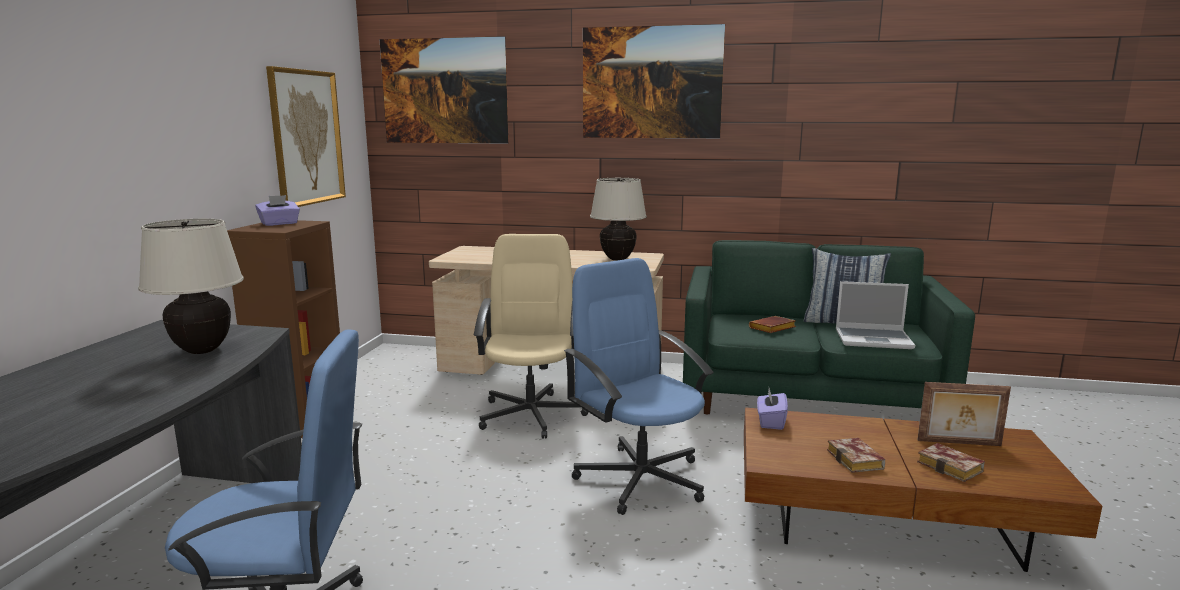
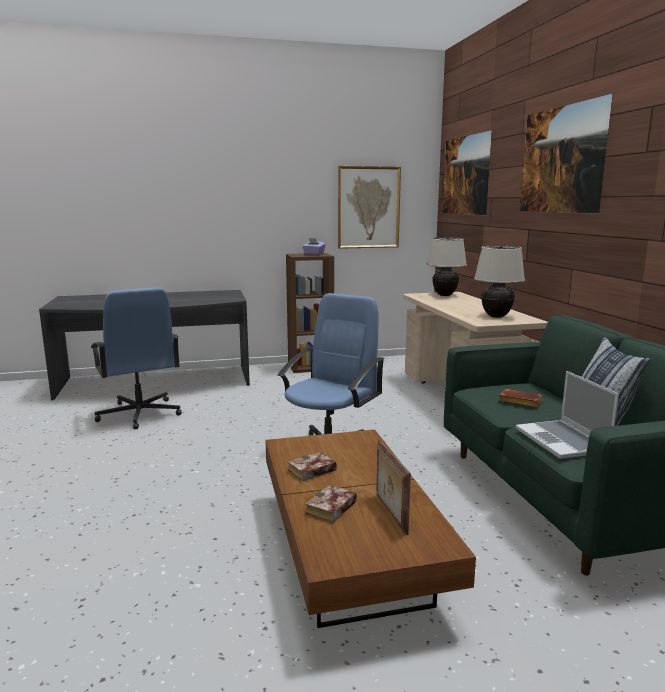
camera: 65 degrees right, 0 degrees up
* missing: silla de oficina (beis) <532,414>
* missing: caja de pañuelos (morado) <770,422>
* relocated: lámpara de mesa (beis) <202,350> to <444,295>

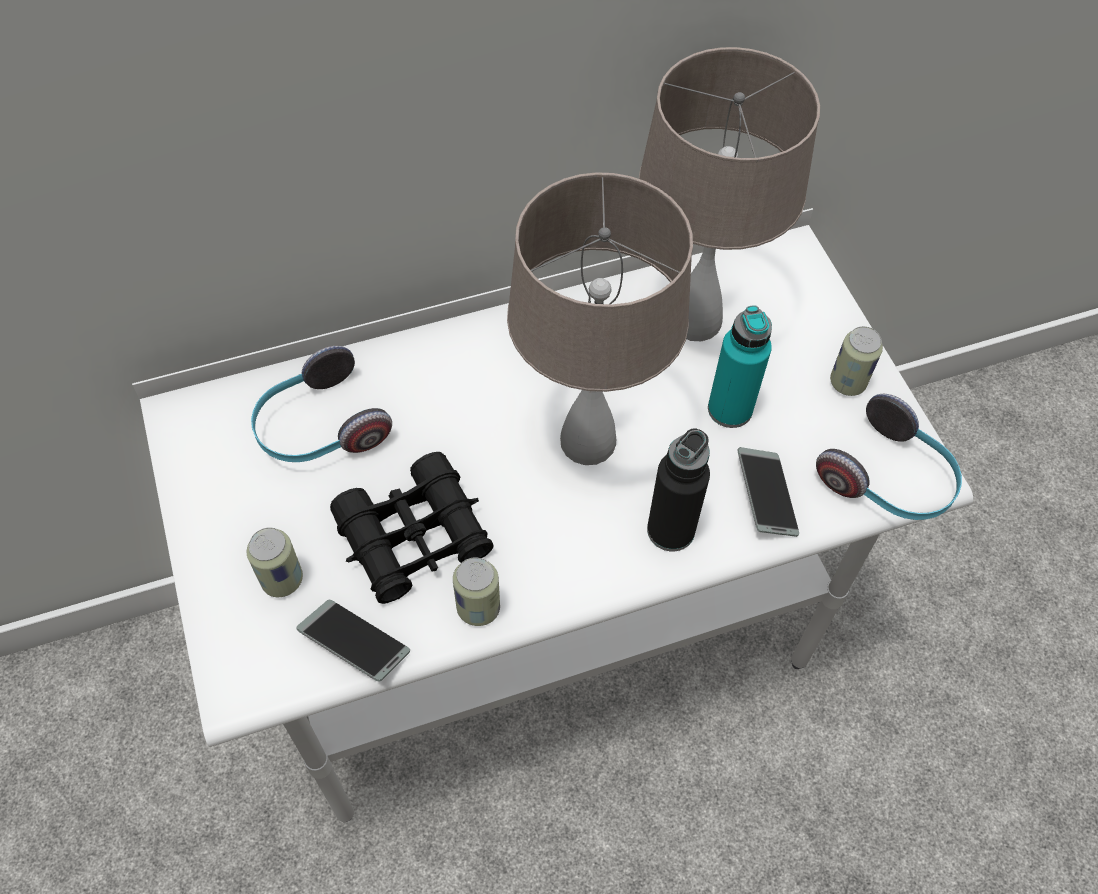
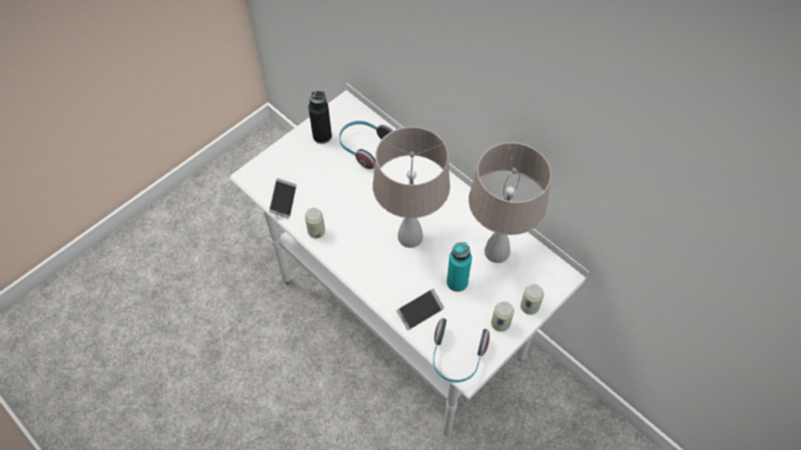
camera: 65 degrees right, 0 degrees up
* missing: prismáticos (negro) <414,537>
* relocated: lata <282,580> to <529,307>
* relocated: botella (negro) <670,530> to <322,136>

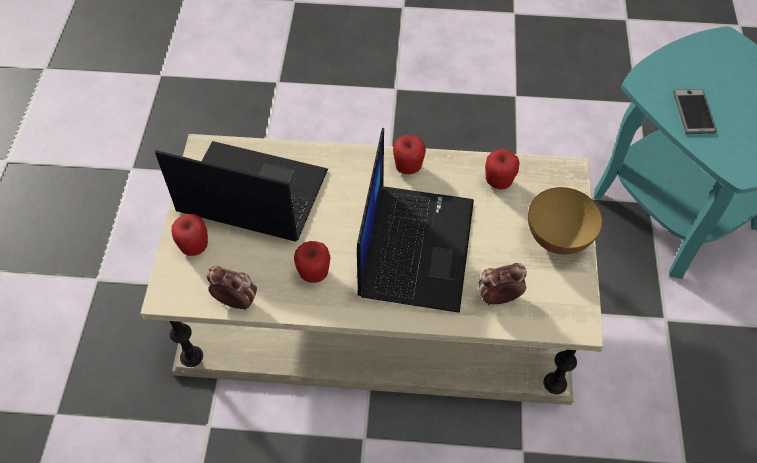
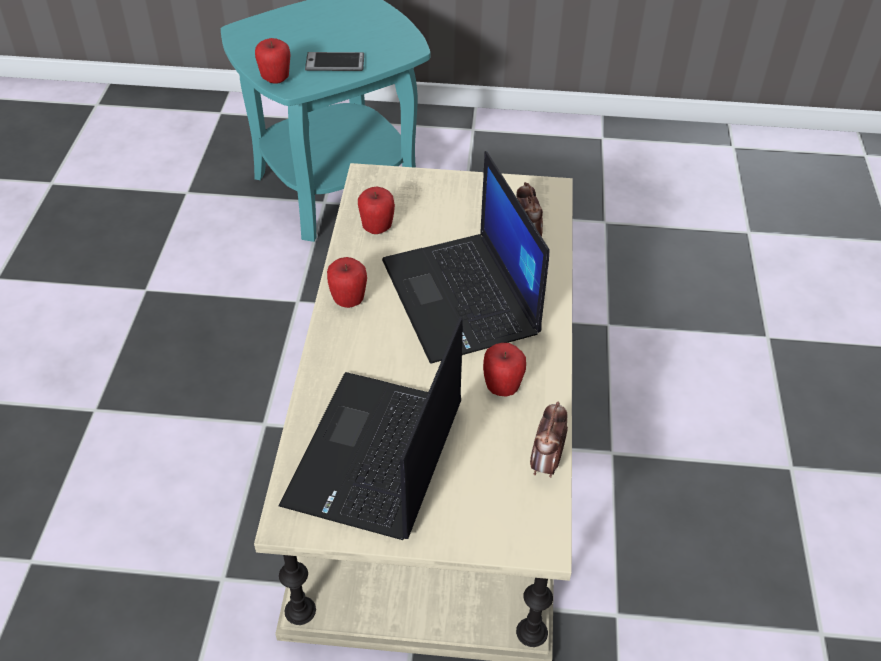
camera: 90 degrees left, 10 degrees down
* missing: cuenco <557,239>
* relocated: manzana <195,247> to <276,79>
* spun: portátil <415,246> = <462,298> 120 degrees counterclockwise

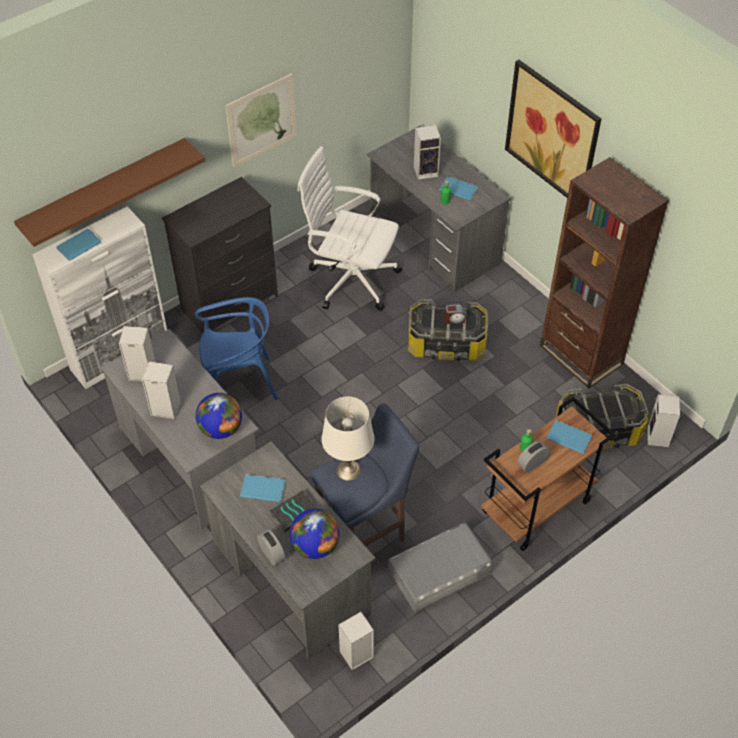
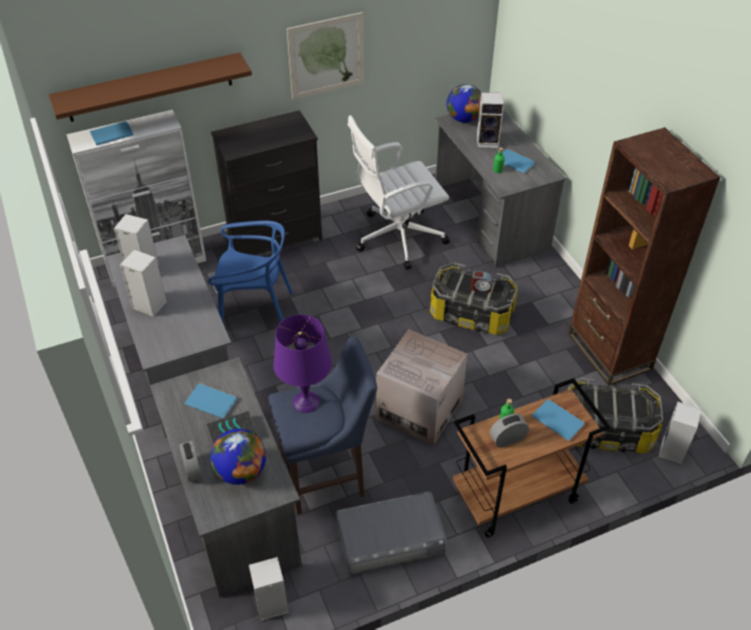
camera: 15 degrees right, 5 degrees down
* missing: cuadro <552,133>
* appeared: caja de cartón <419,409>
* relocated: globo terráqueo <221,429> to <464,119>
* colour: lámpara de mesa (blanco) <348,470> to lámpara de mesa (morado) <306,402>
* spun: silla de oficina (blanco) <351,279> = <397,238> 60 degrees counterclockwise

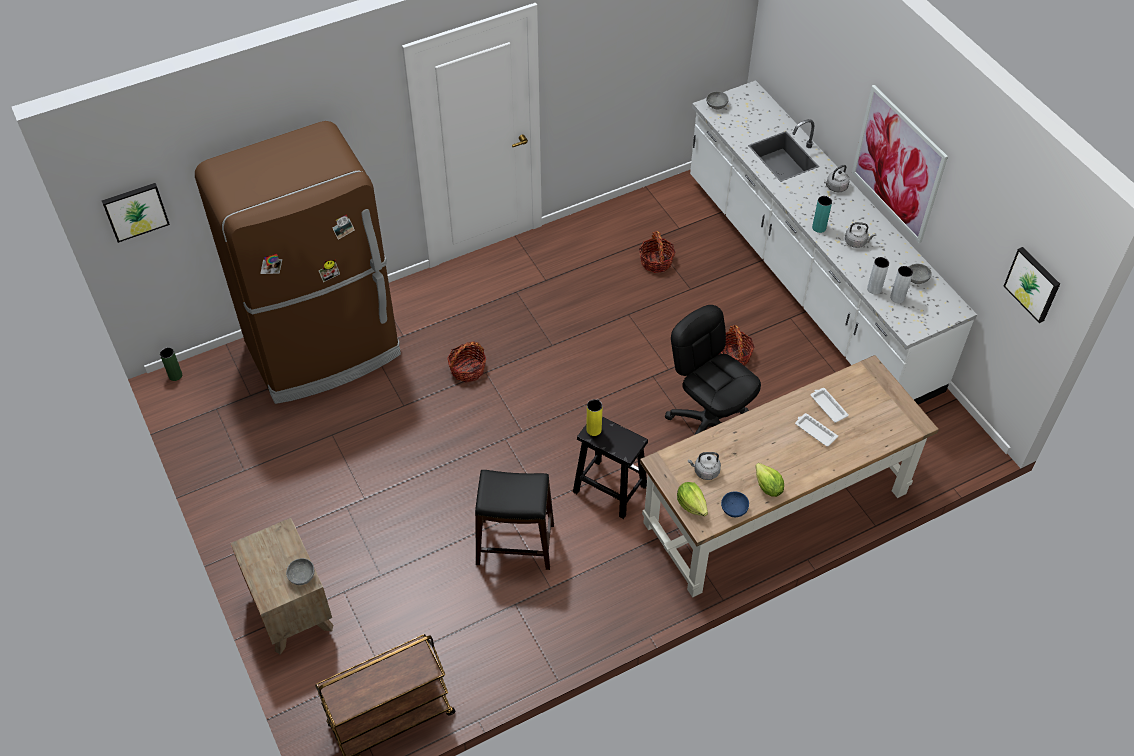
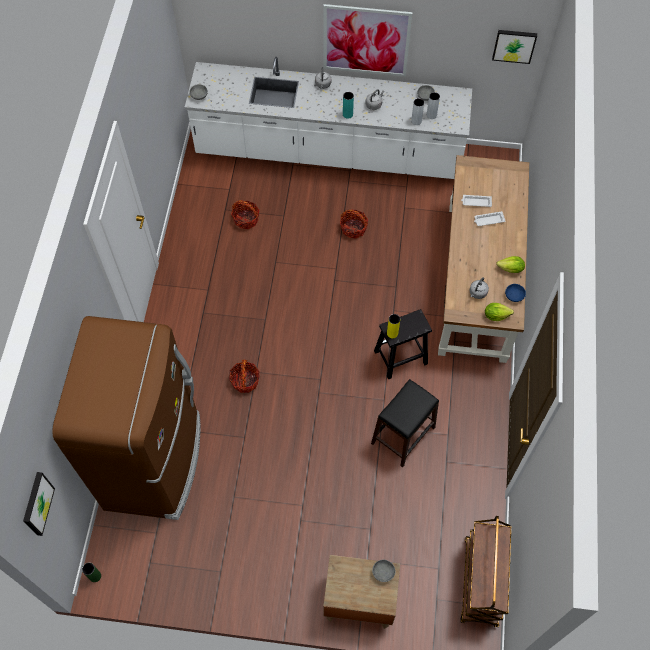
camera: 55 degrees left, 10 degrees up
* missing: silla de oficina (negro) <708,425>

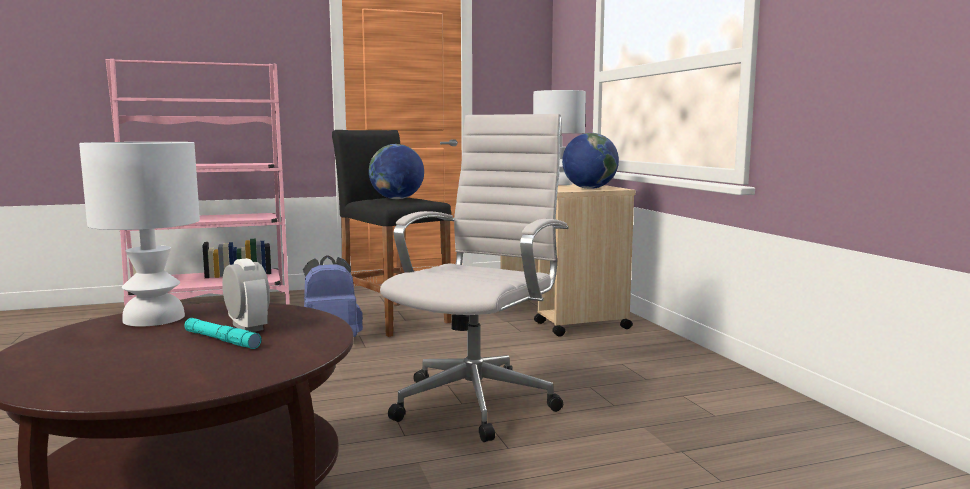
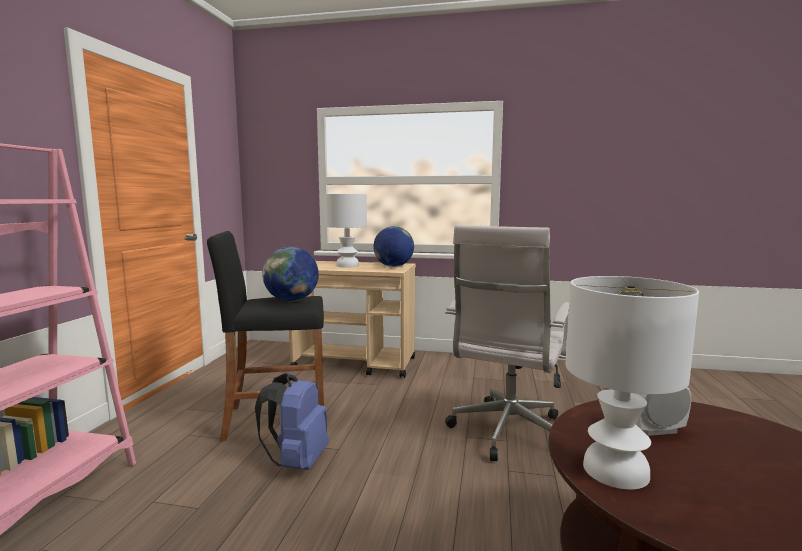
camera: 60 degrees left, 0 degrees up
* missing: linterna (turquesa) <221,340>
* spun: silla de oficina (blanco) <478,401> = <507,434> 120 degrees counterclockwise

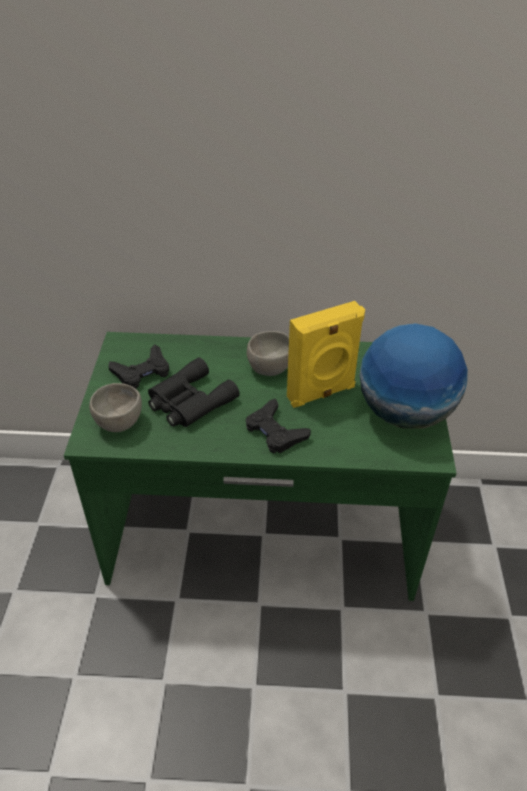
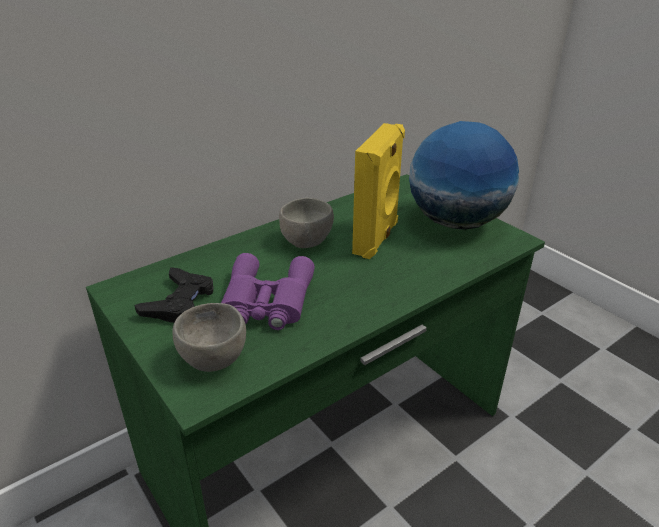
camera: 40 degrees left, 10 degrees down
* missing: mando de consola (negro) <275,431>
* colour: prismáticos (negro) <189,401> to prismáticos (morado) <266,301>

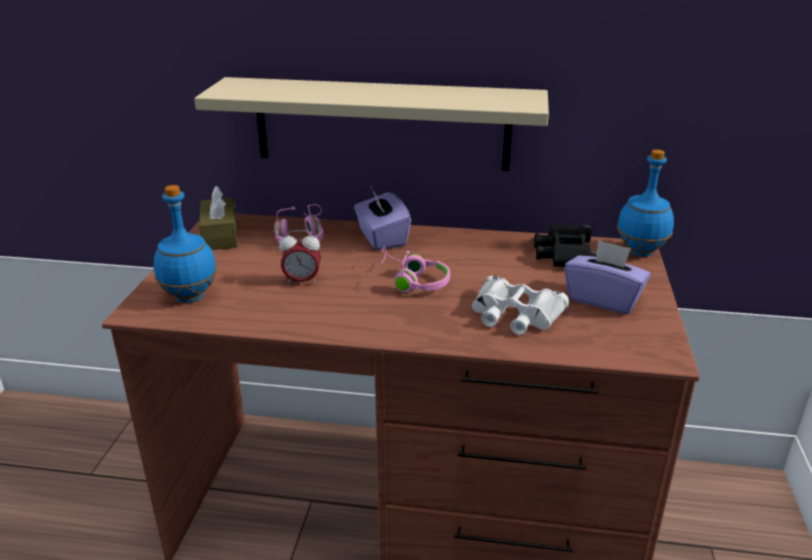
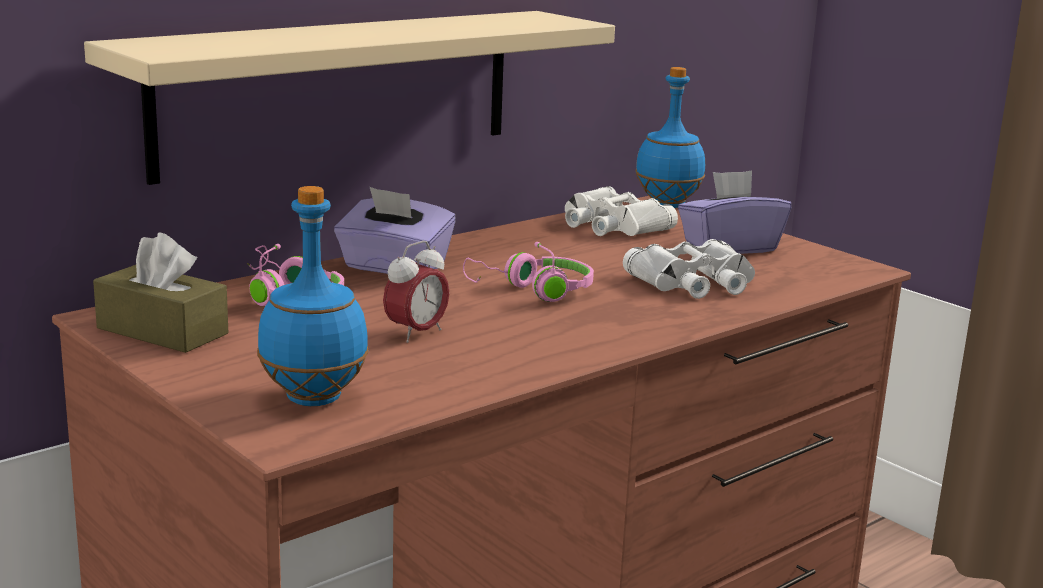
camera: 50 degrees left, 10 degrees down
* colour: prismáticos (negro) <564,254> to prismáticos (blanco) <612,225>

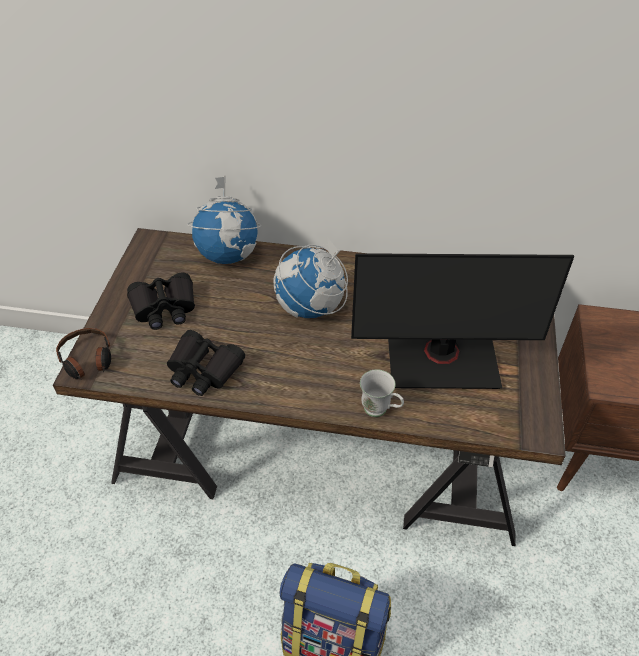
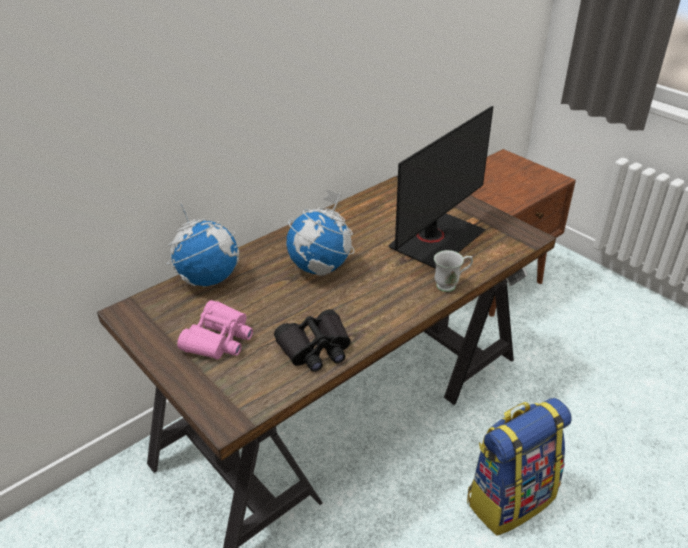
camera: 50 degrees left, 10 degrees down
* missing: auriculares <87,360>
* colour: prismáticos (negro) <164,308> to prismáticos (rosa) <219,339>

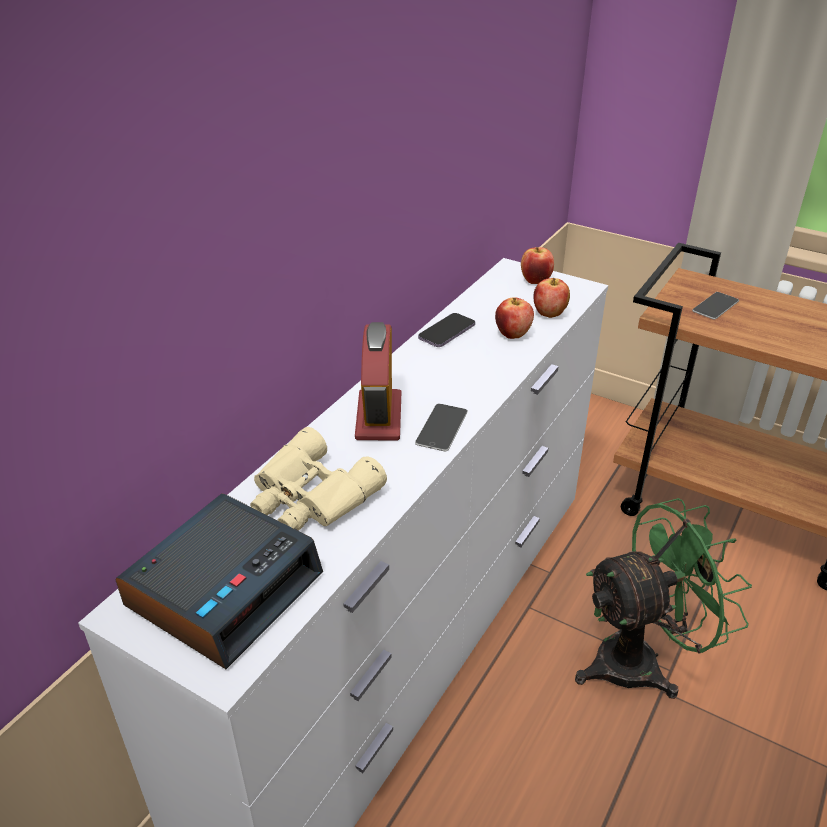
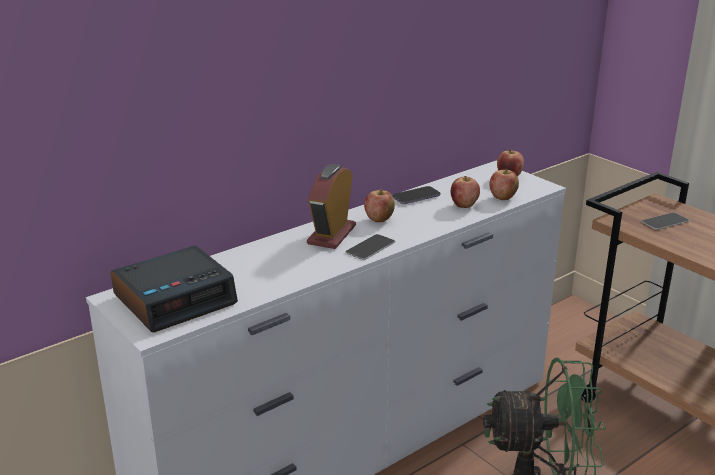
camera: 20 degrees right, 10 degrees down
* missing: prismáticos (beis) <310,497>
* appeared: manzana <379,220>

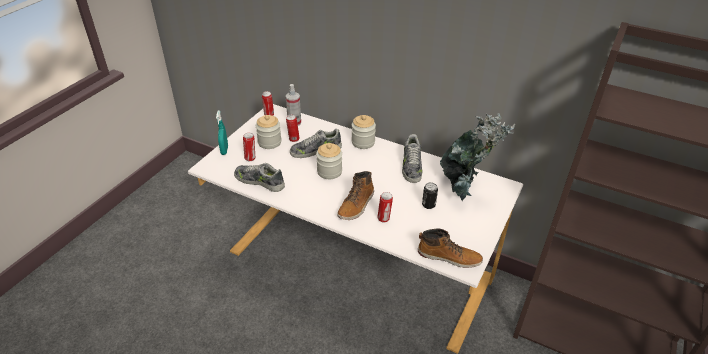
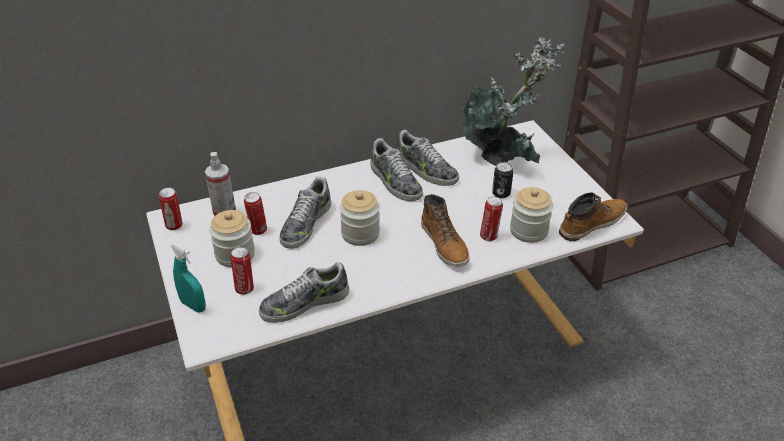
camera: 50 degrees left, 0 degrees up
* appeared: zapato <395,182>
* relocated: tarro <363,142> to <528,230>

